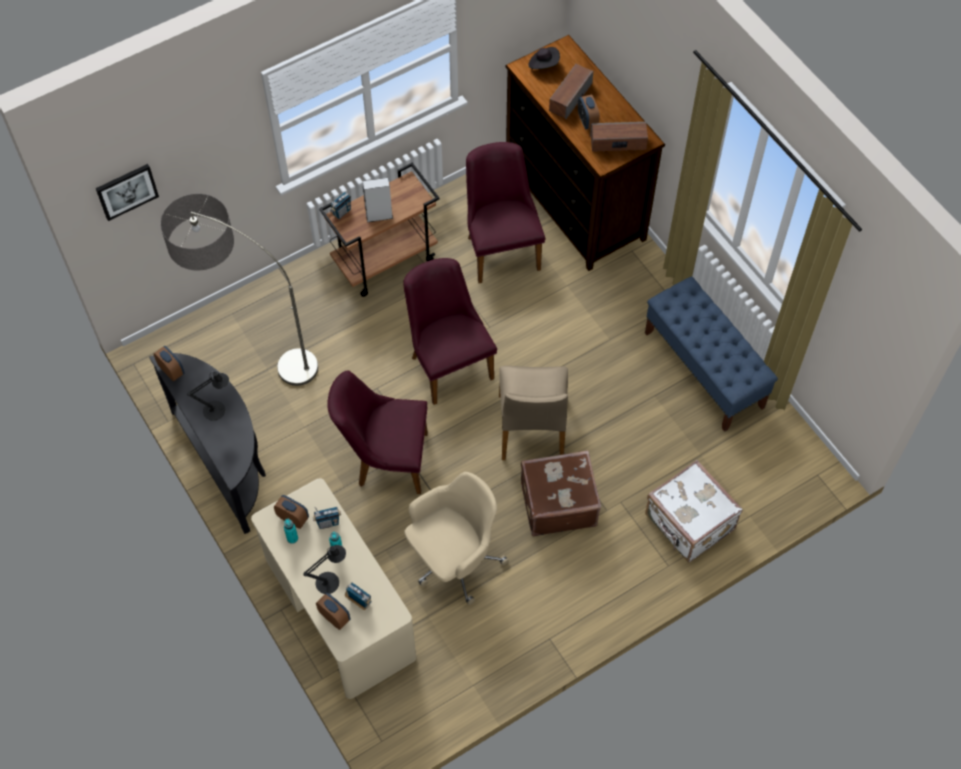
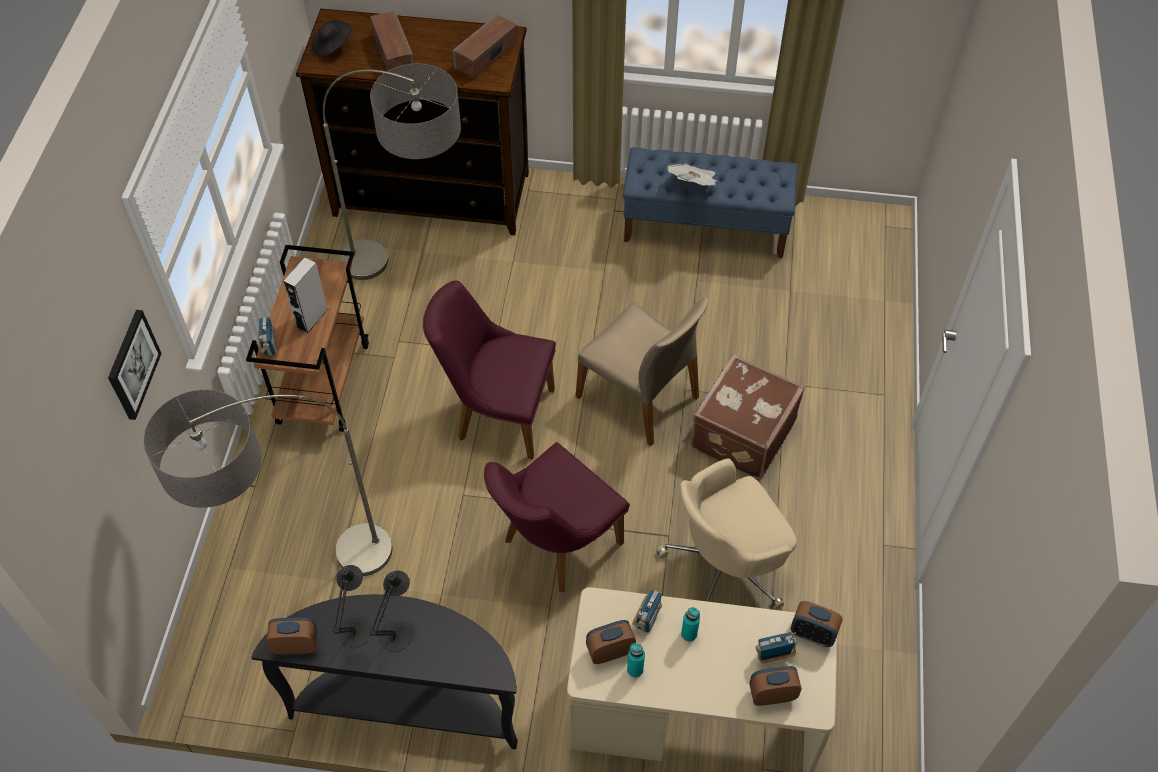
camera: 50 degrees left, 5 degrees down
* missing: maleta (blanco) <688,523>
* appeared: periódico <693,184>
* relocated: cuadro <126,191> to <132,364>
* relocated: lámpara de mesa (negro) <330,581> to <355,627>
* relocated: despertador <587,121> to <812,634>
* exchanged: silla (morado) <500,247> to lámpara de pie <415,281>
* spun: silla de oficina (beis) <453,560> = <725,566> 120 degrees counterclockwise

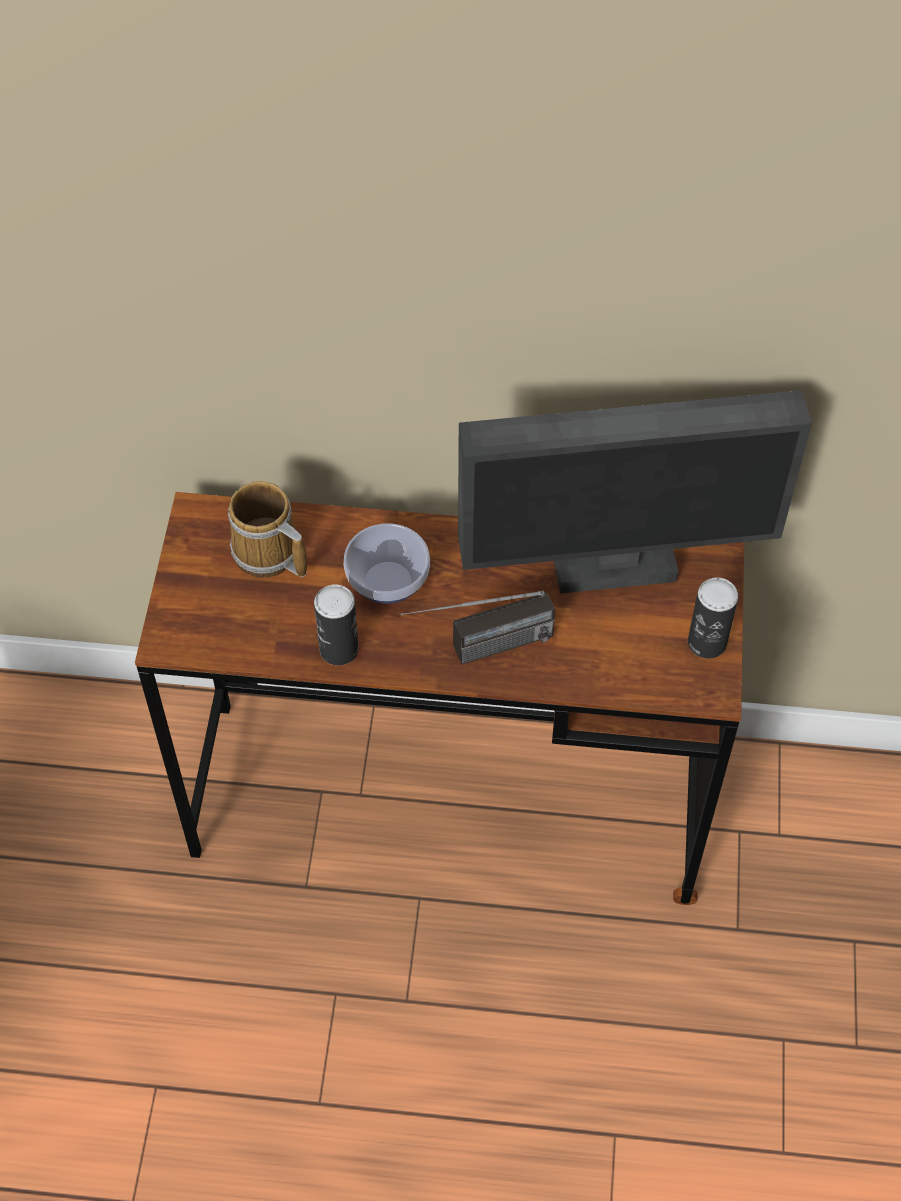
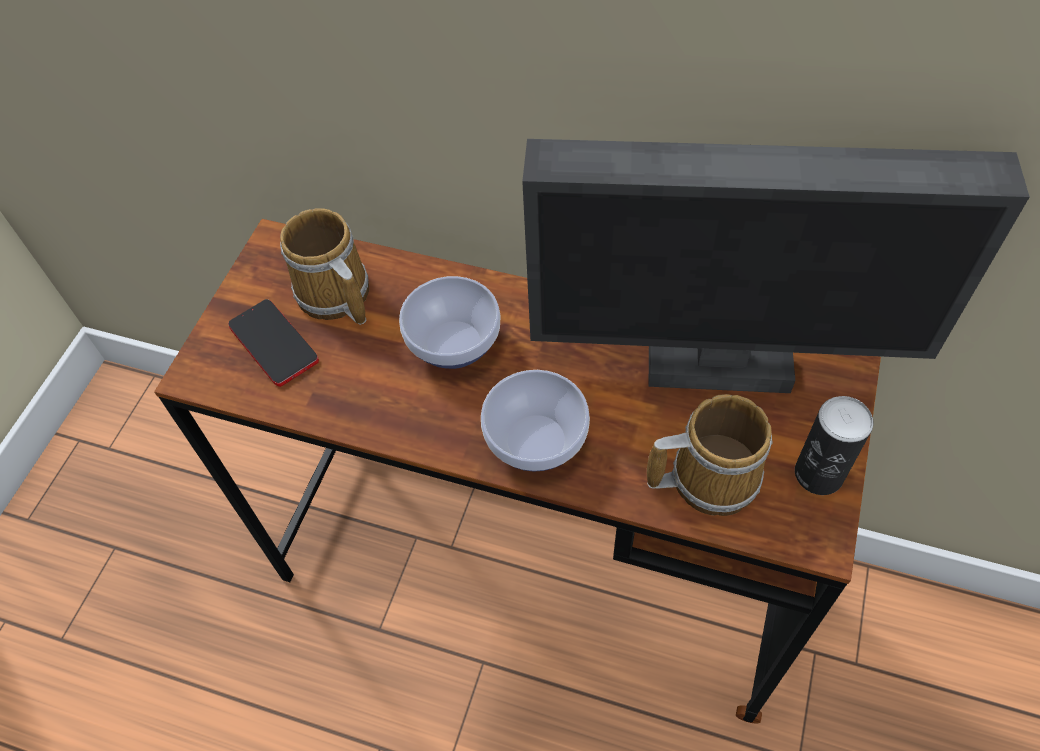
camera: 15 degrees right, 0 degrees up
* missing: lata <339,649>
* appeared: móvil <274,343>
* appeared: taza grande <707,476>
* exchanged: radio <478,651> to cuenco <538,440>

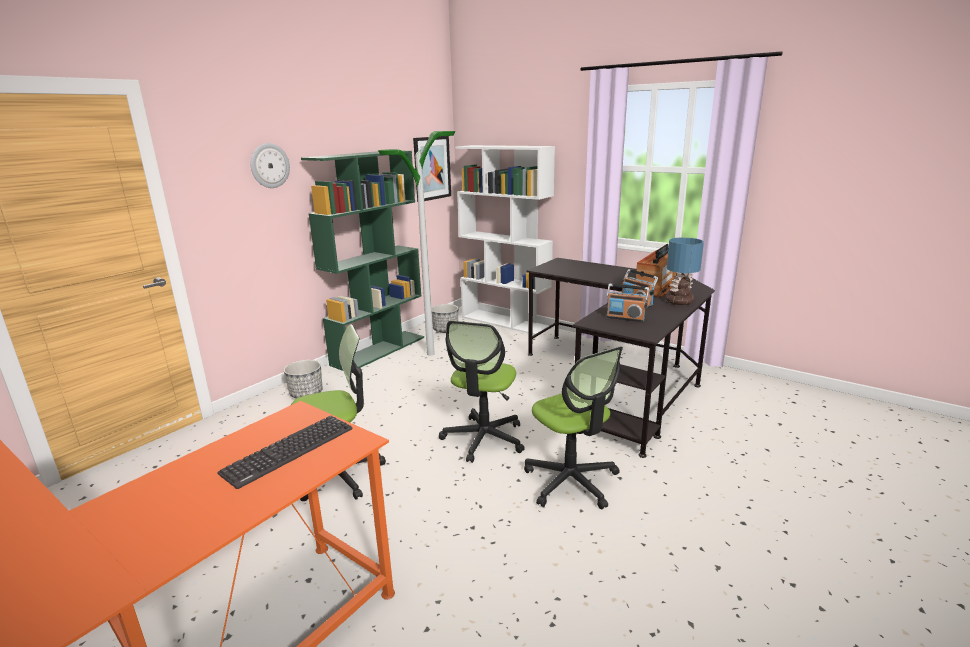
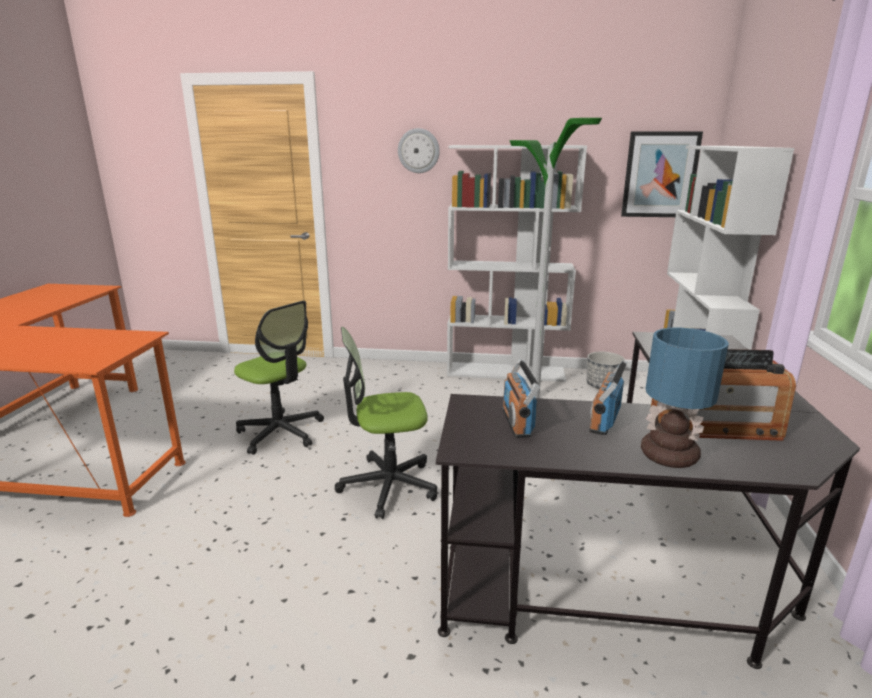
camera: 60 degrees right, 0 degrees up
* missing: teclado <289,450>
* missing: maceta <306,394>
* missing: silla de oficina <571,481>
* colour: estantería (verde) <379,350> to estantería (blanco) <506,372>

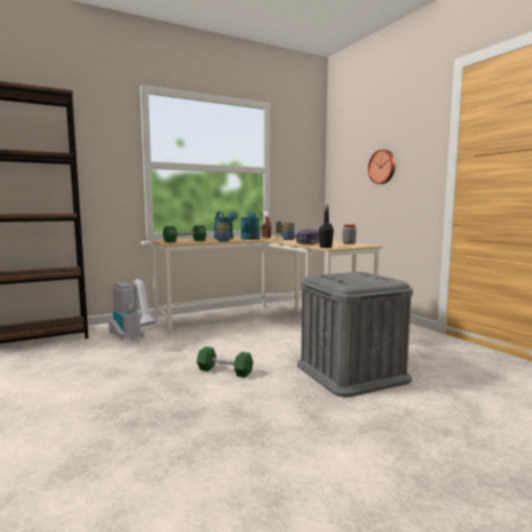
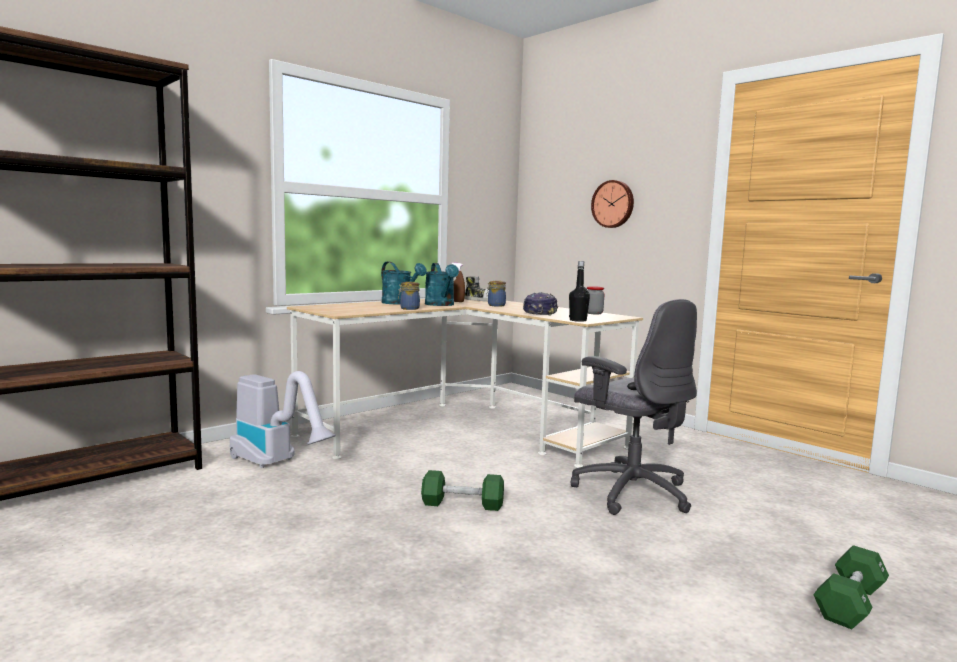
camera: 15 degrees left, 0 degrees up
* relocated: mancuerna (verde) <185,241> to <850,603>
* exchanged: caja de almacenaje (gris) <351,372> to silla de oficina (gris) <631,492>

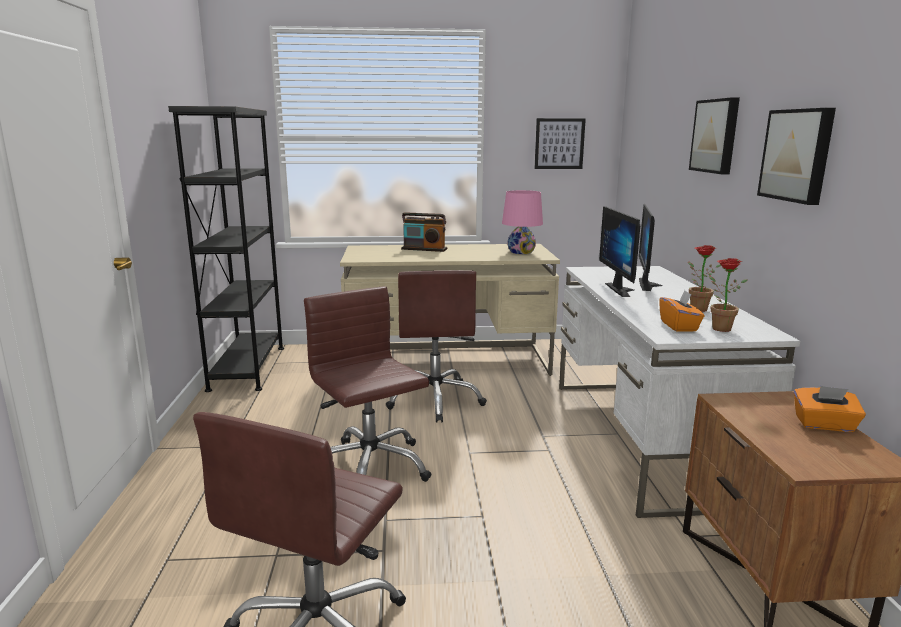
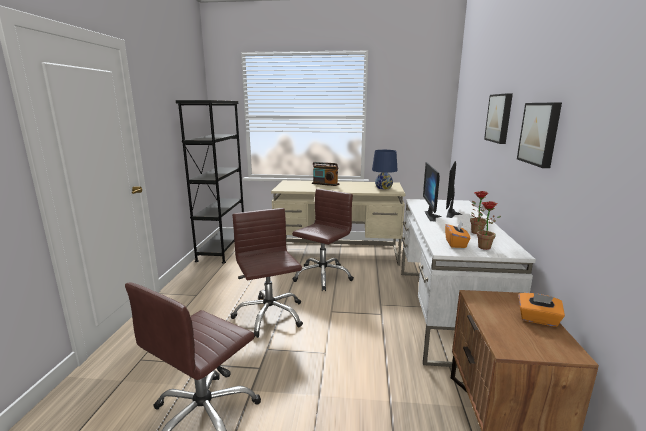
camera: 10 degrees right, 0 degrees up
* missing: cuadro <559,143>
* colour: lámpara de mesa (rosa) <521,252> to lámpara de mesa (azul) <383,188>
* spun: silla de oficina (marrón) <436,400> = <322,276> 150 degrees counterclockwise

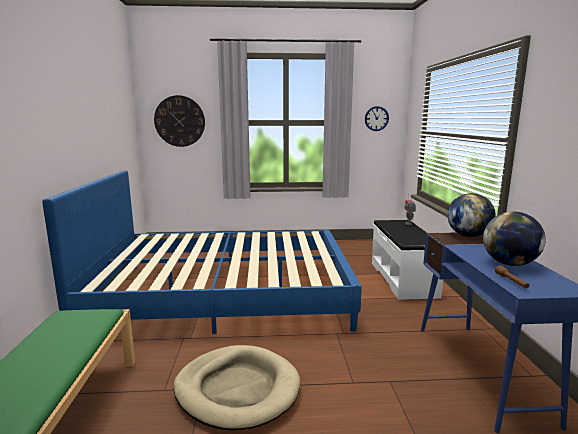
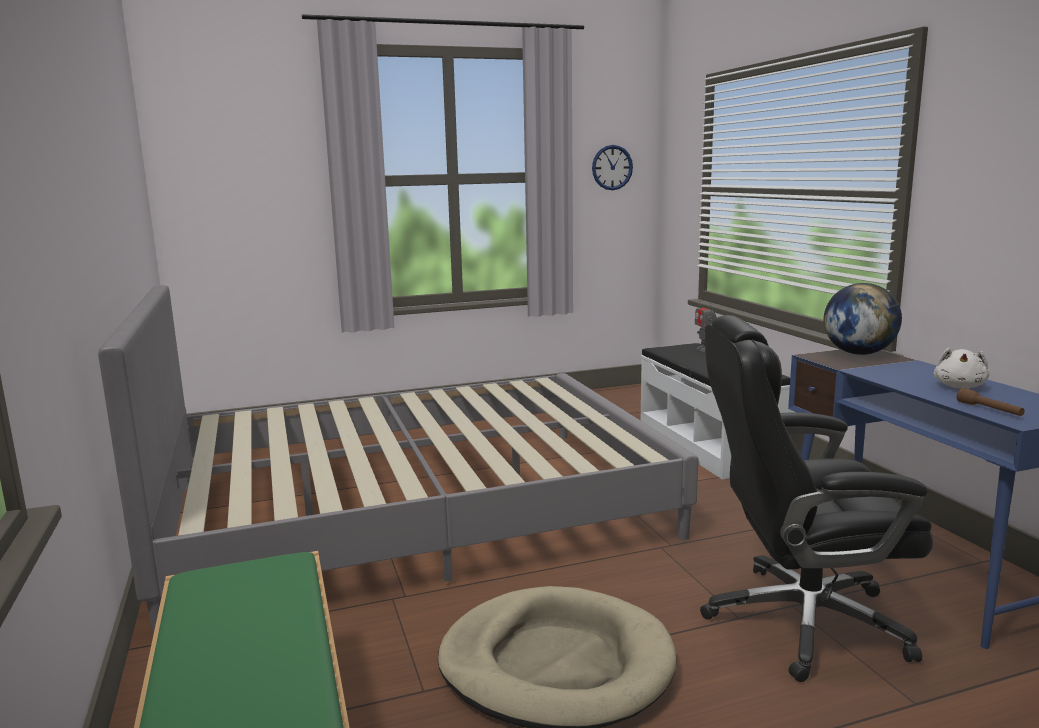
camera: 15 degrees left, 0 degrees up
* missing: reloj de pared <179,121>
* appeared: silla de oficina (negro) <800,621>
* exchanged: globo terráqueo <509,264> to peluche (blanco) <959,386>
* colour: cama (azul) <224,293> to cama (gris) <412,510>

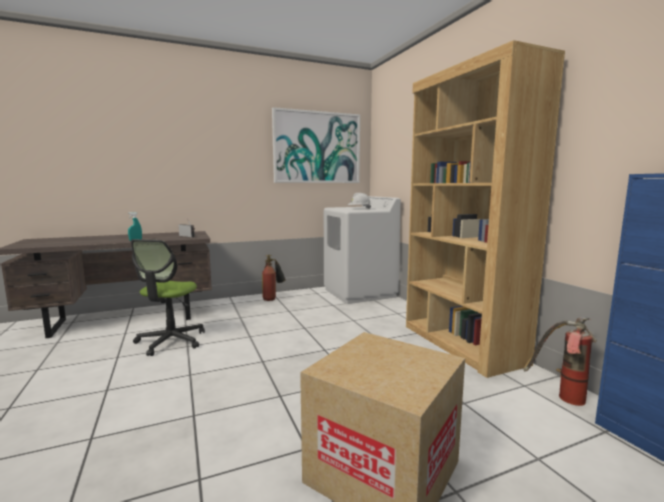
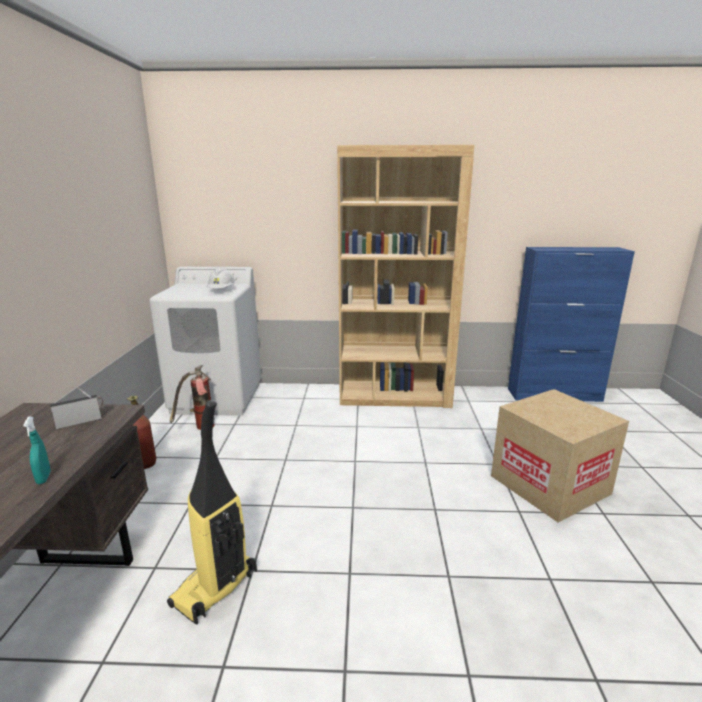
camera: 65 degrees left, 10 degrees up
* missing: cuadro <317,147>
* relocated: extintor <561,398> to <199,429>
* exchanged: silla de oficina <171,341> to aspiradora <215,589>

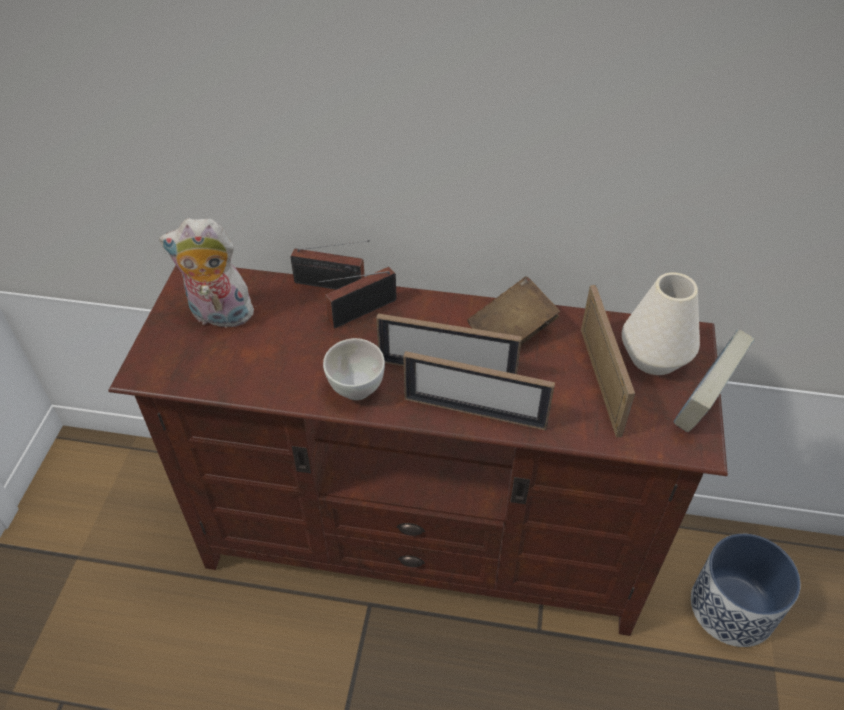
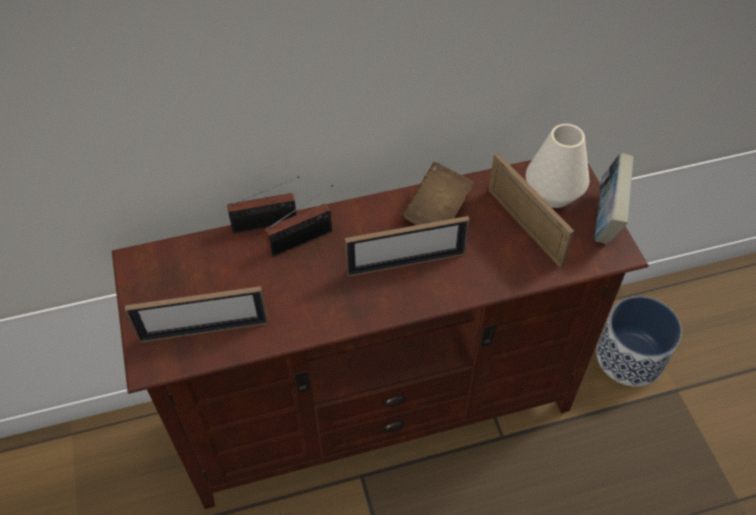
camera: 25 degrees left, 5 degrees up
* missing: peluche <219,316>
* missing: cuenco (blanco) <356,389>
* relocated: portarretratos <474,412> to <204,330>
* spun: radio <358,312> = <304,239> 150 degrees counterclockwise

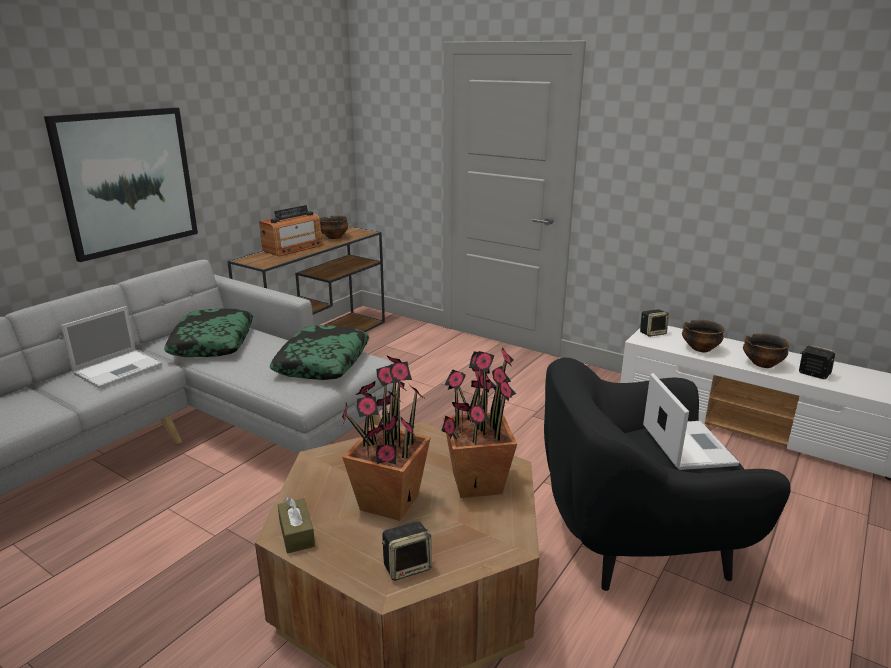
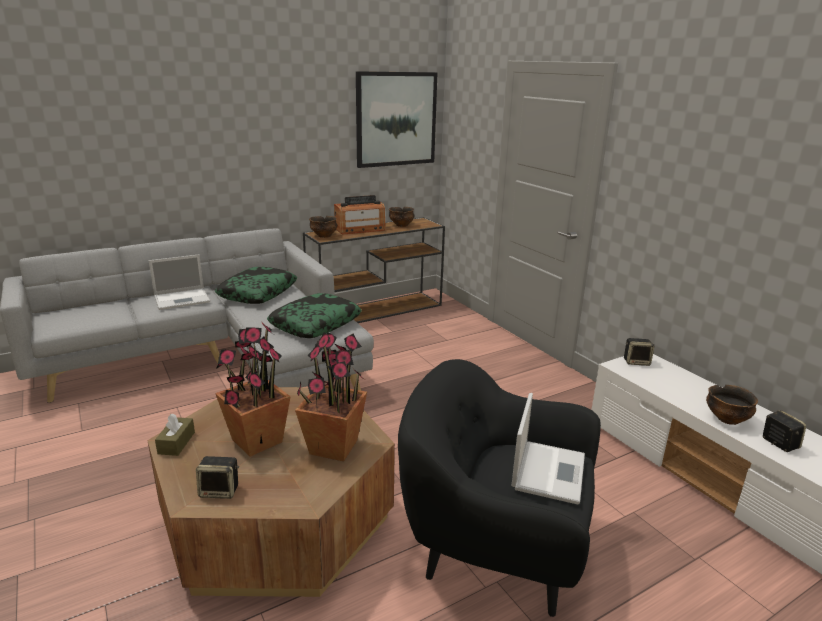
camera: 25 degrees right, 0 degrees up
* relocated: cuadro <127,181> to <396,119>
* relocated: cuenco <700,349> to <324,236>

